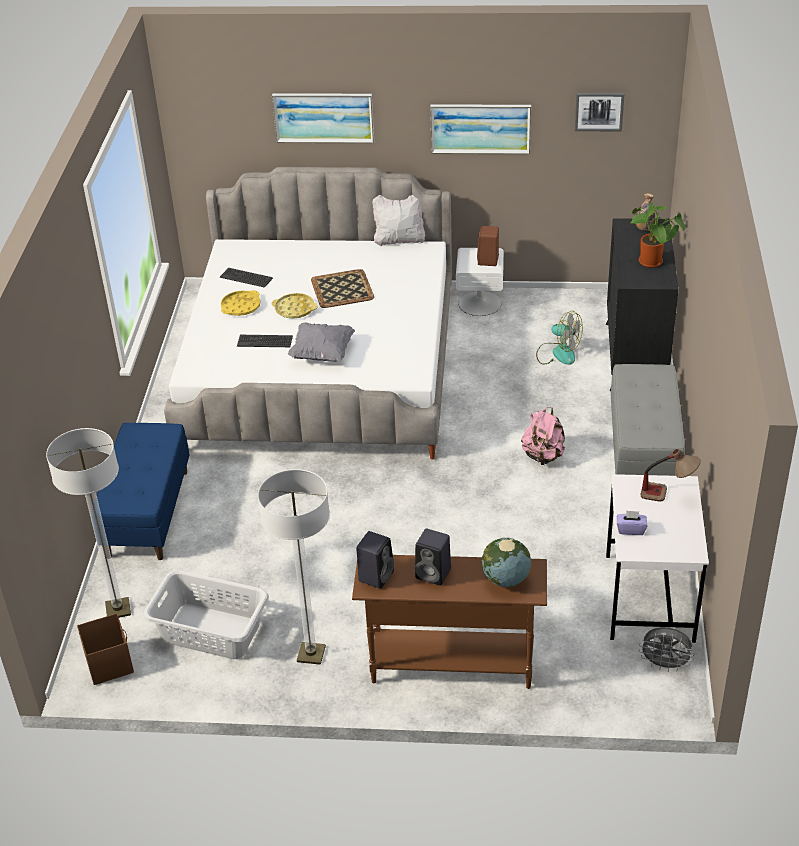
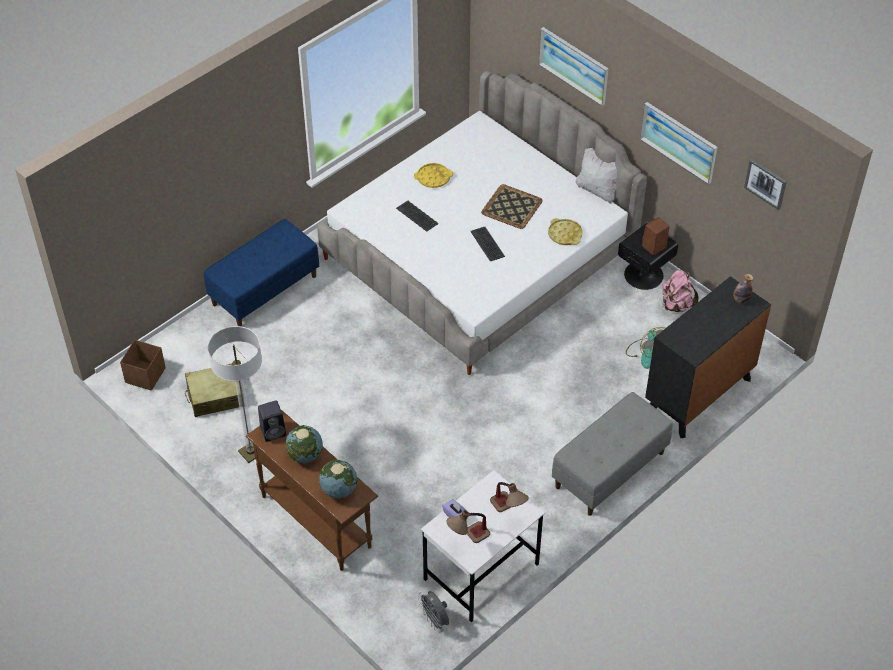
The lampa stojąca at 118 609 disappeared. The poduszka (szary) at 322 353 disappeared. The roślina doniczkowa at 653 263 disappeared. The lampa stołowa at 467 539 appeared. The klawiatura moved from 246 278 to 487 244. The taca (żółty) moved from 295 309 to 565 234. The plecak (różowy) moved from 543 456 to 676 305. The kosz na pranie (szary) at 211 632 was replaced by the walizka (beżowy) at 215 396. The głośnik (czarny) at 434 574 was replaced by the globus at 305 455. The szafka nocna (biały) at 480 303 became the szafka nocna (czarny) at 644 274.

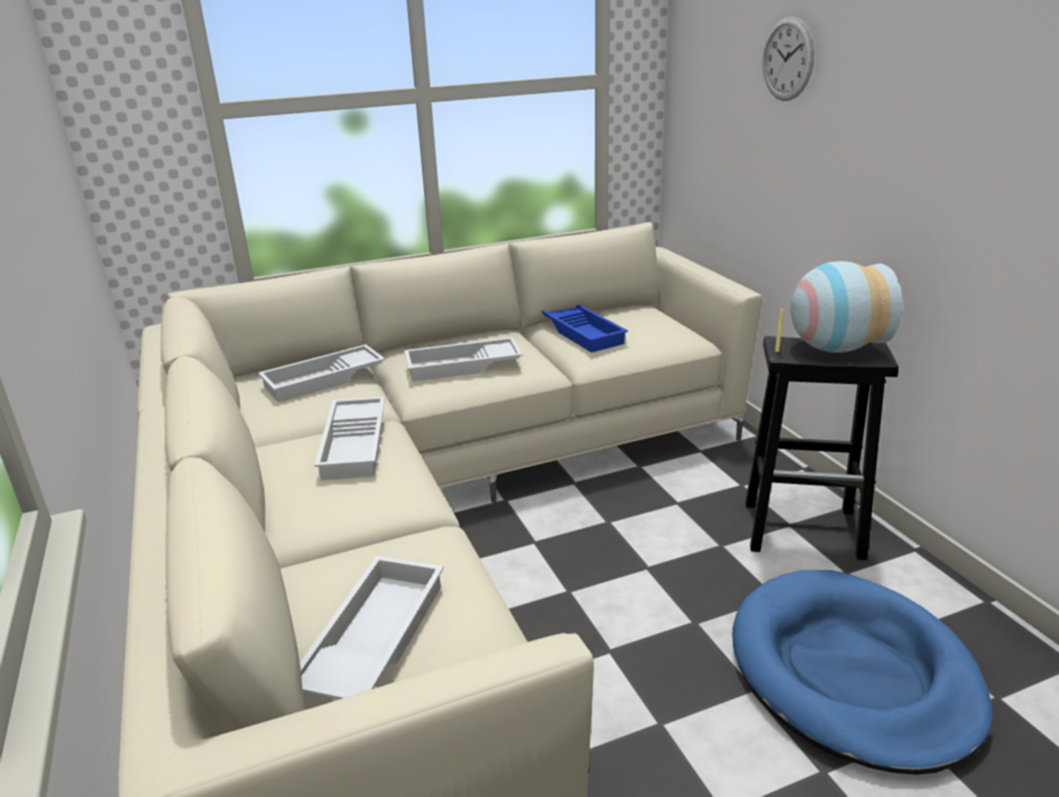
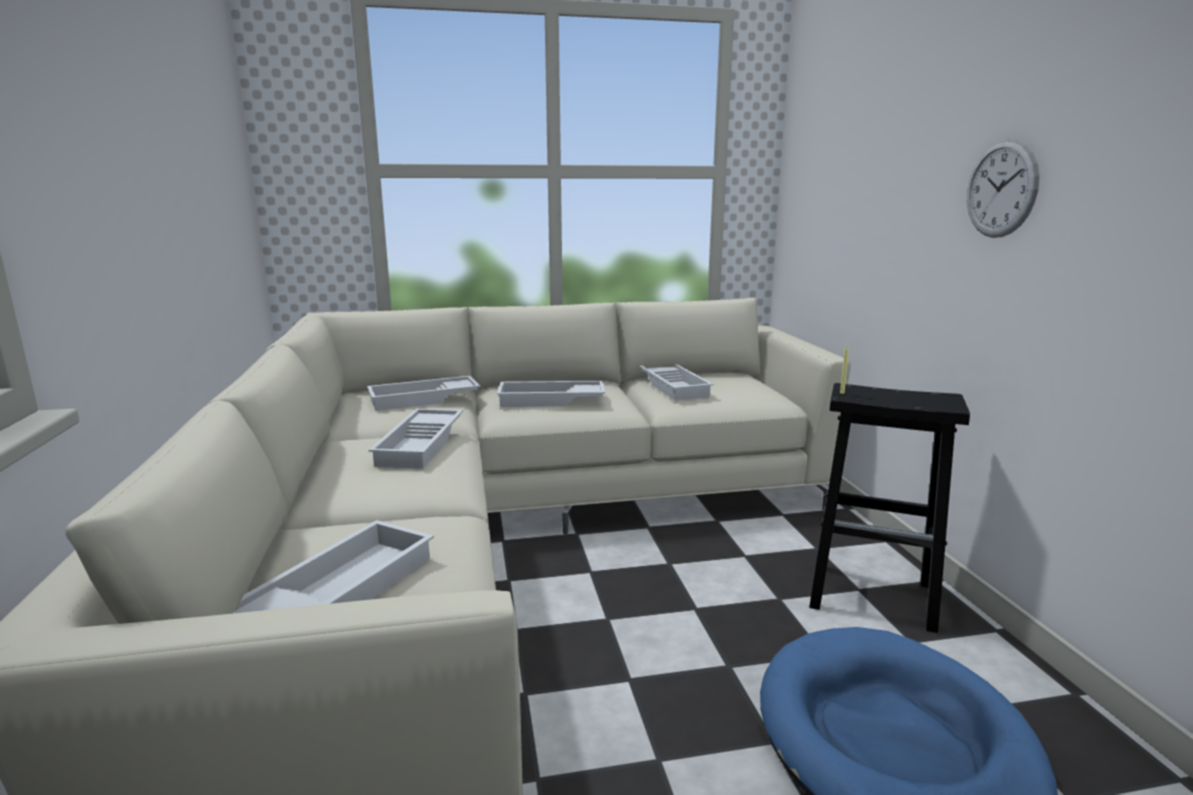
The wazon at 833 348 disappeared. The zegar ścienny moved from 787 59 to 1001 189. The taca (niebieski) at 582 332 became the taca (biały) at 674 386.

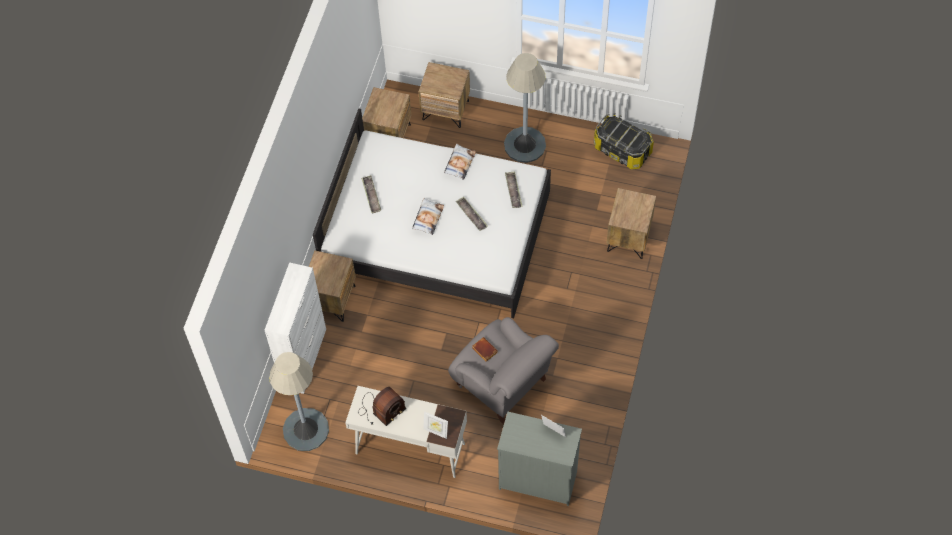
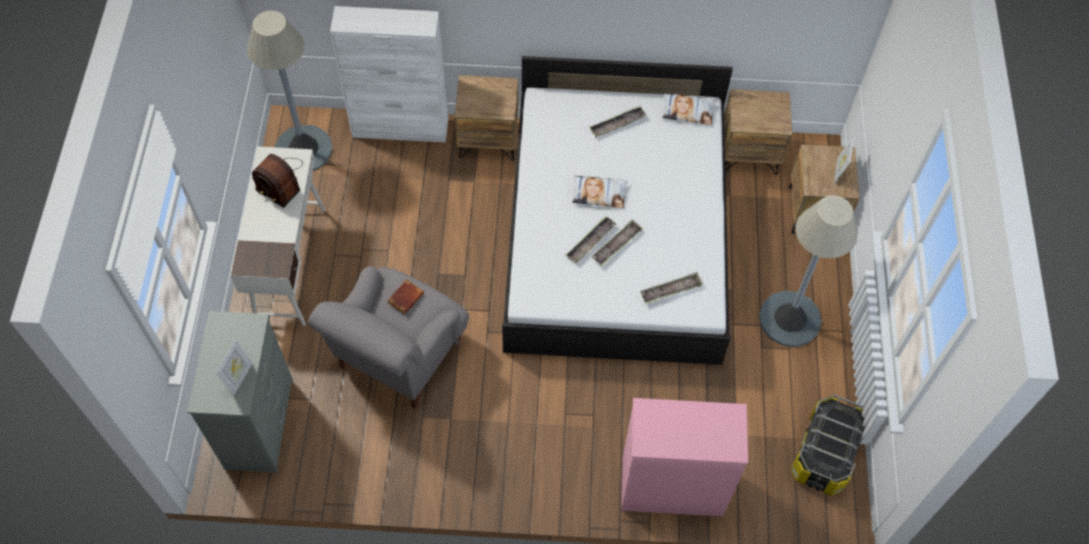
The taca at 590 242 appeared. The ramka na zdjęcie moved from 436 431 to 839 171. The poduszka moved from 459 163 to 688 111. The szafka nocna (brązowy) at 629 238 was replaced by the komoda (różowy) at 671 486.

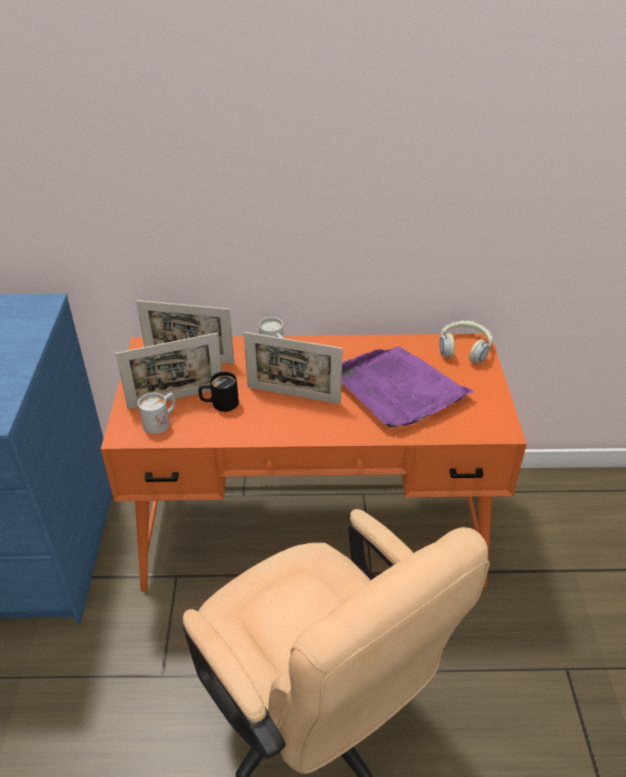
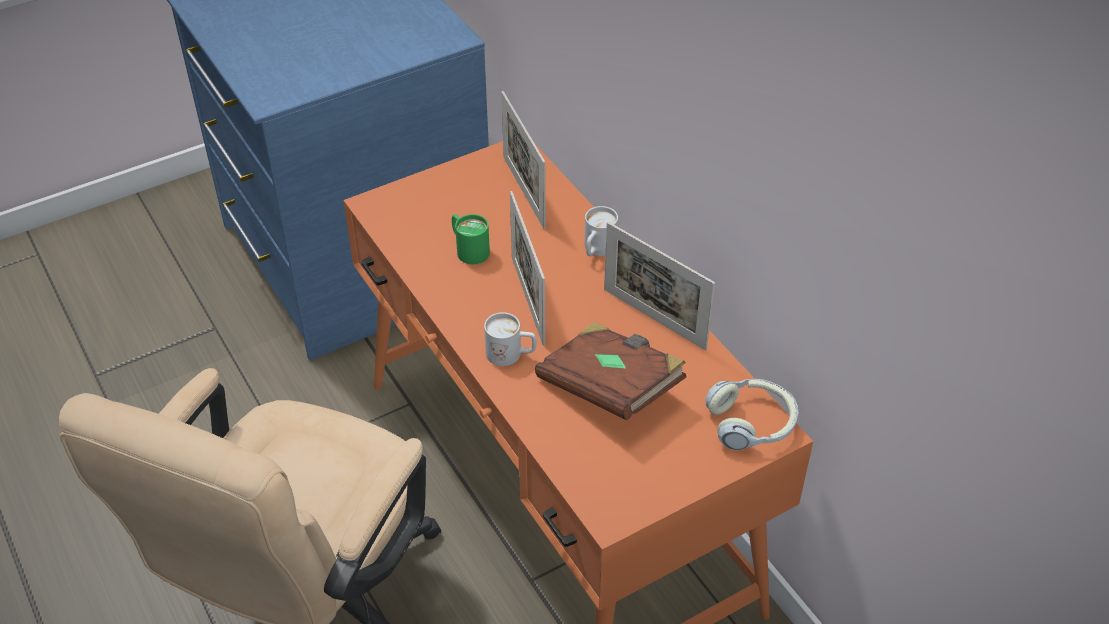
The ramka na zdjęcie moved from 176 398 to 654 319. The kubek (biały) moved from 161 421 to 511 354. The taca (fioletowy) at 398 389 was replaced by the książka (brązowy) at 610 388. The kubek (czarny) at 219 404 became the kubek (zielony) at 468 249.

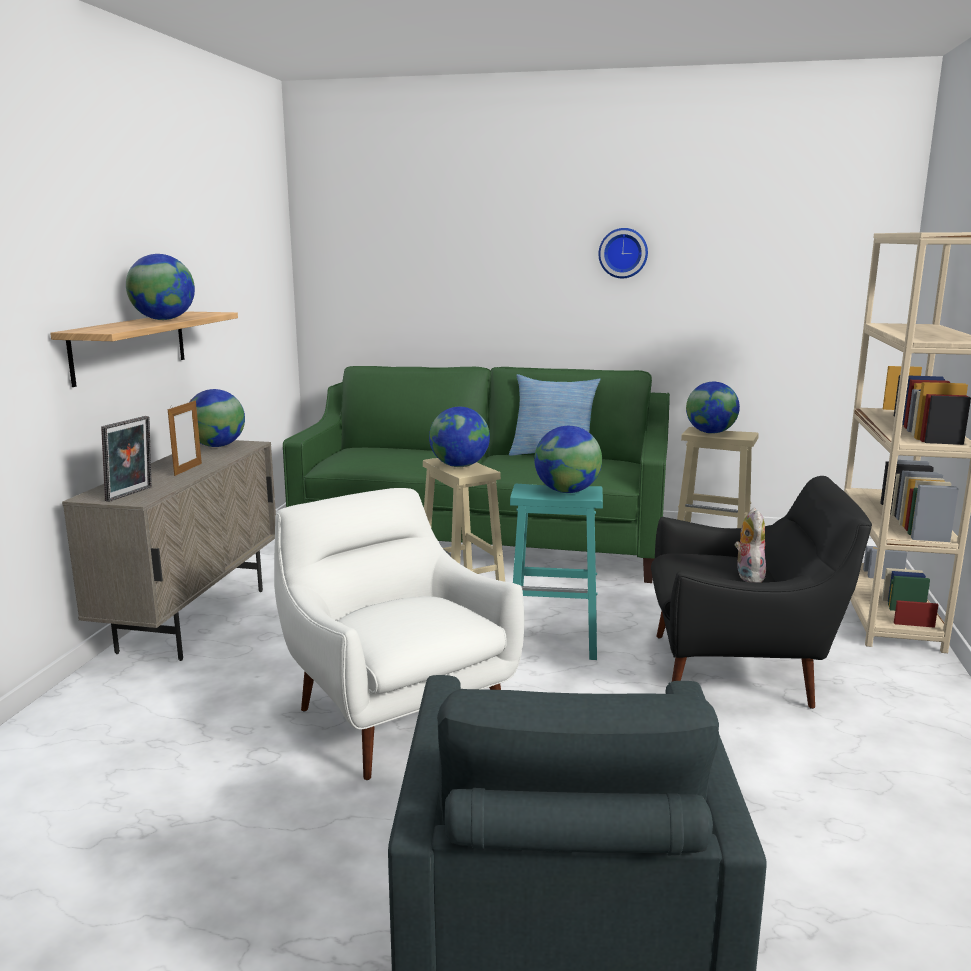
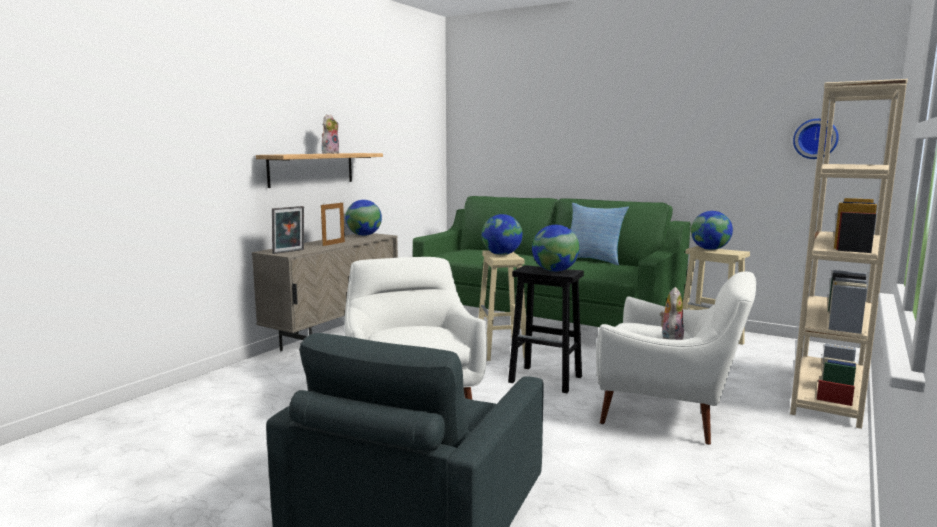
The zegar ścienny moved from 623 253 to 815 139. The globus at 163 320 was replaced by the pluszak at 330 153. The stołek (turkusowy) at 555 642 became the stołek (czarny) at 546 379. The fotel (czarny) at 740 670 became the fotel (biały) at 670 414.

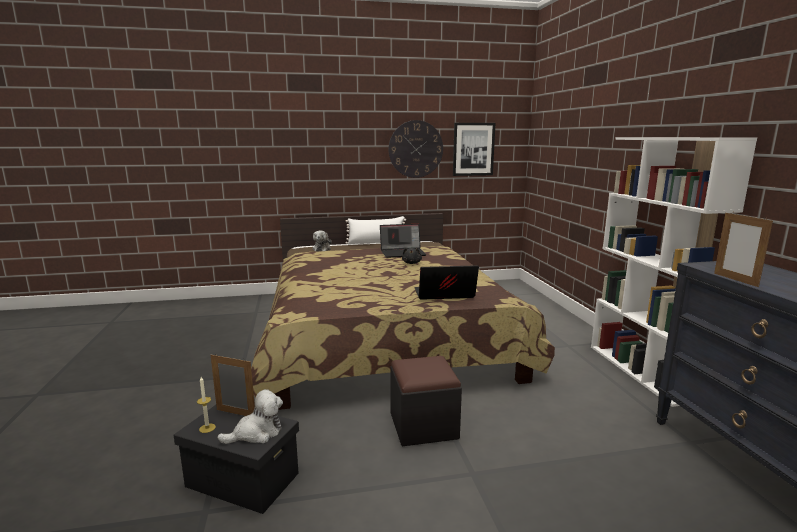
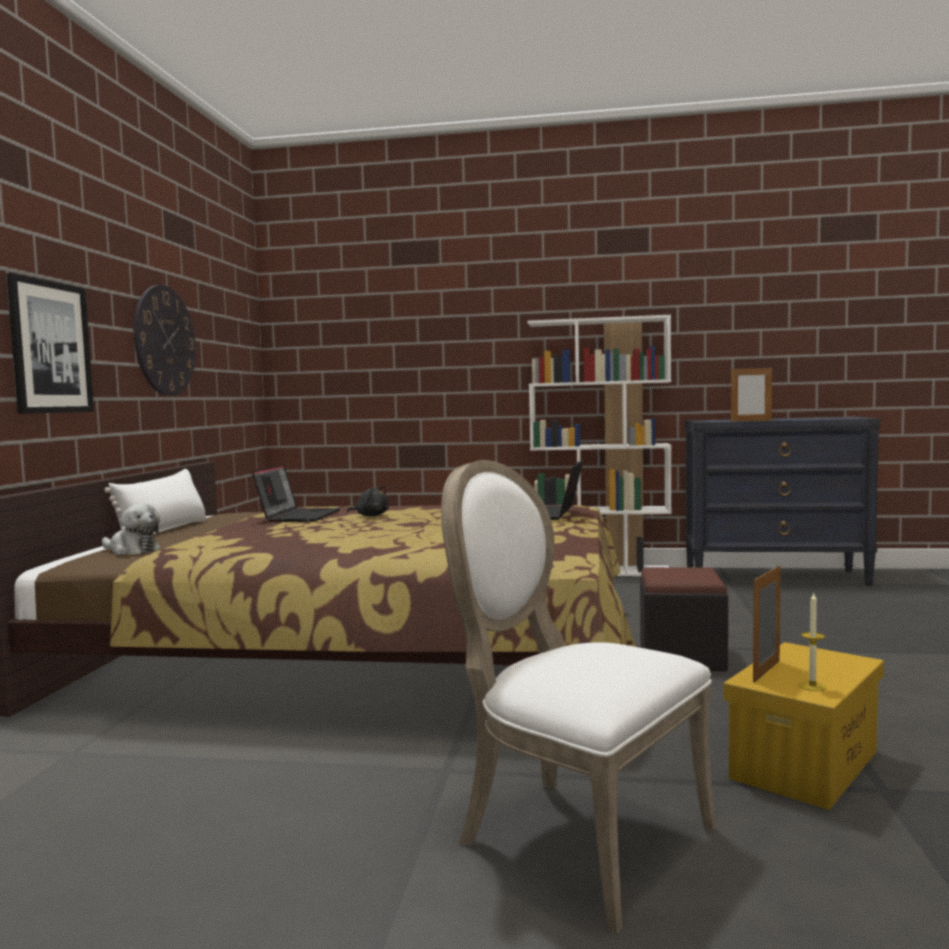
The pluszak at 256 433 disappeared. The krzesło (biały) at 573 836 appeared. The obraz moved from 473 149 to 50 347. The pojemnik do przechowywania (czarny) at 241 480 became the pojemnik do przechowywania (żółty) at 805 765.

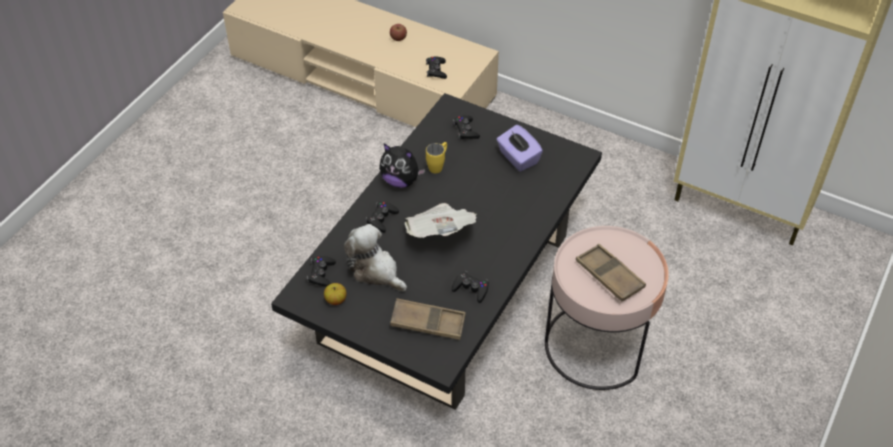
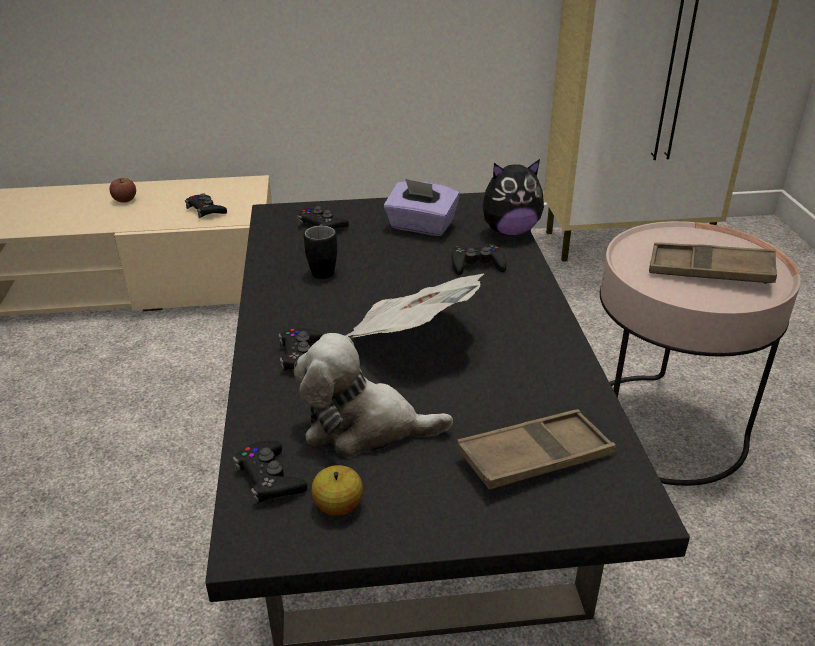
The pluszak moved from 400 181 to 510 231. The pad do gier (czarny) moved from 471 289 to 477 265. The kubek (żółty) at 438 166 became the kubek (czarny) at 323 269.

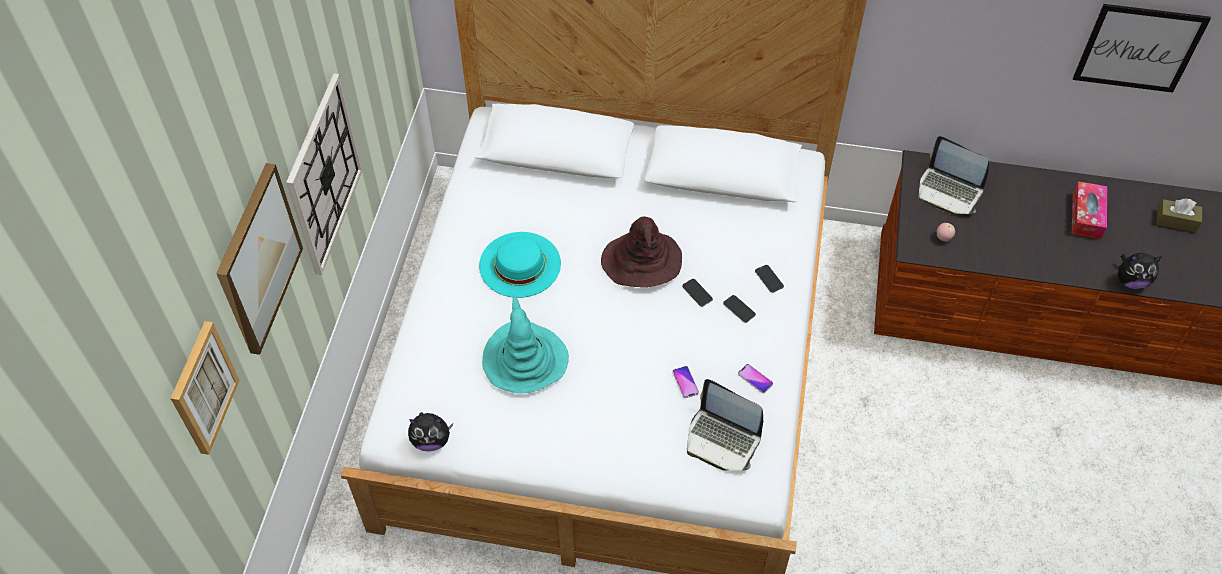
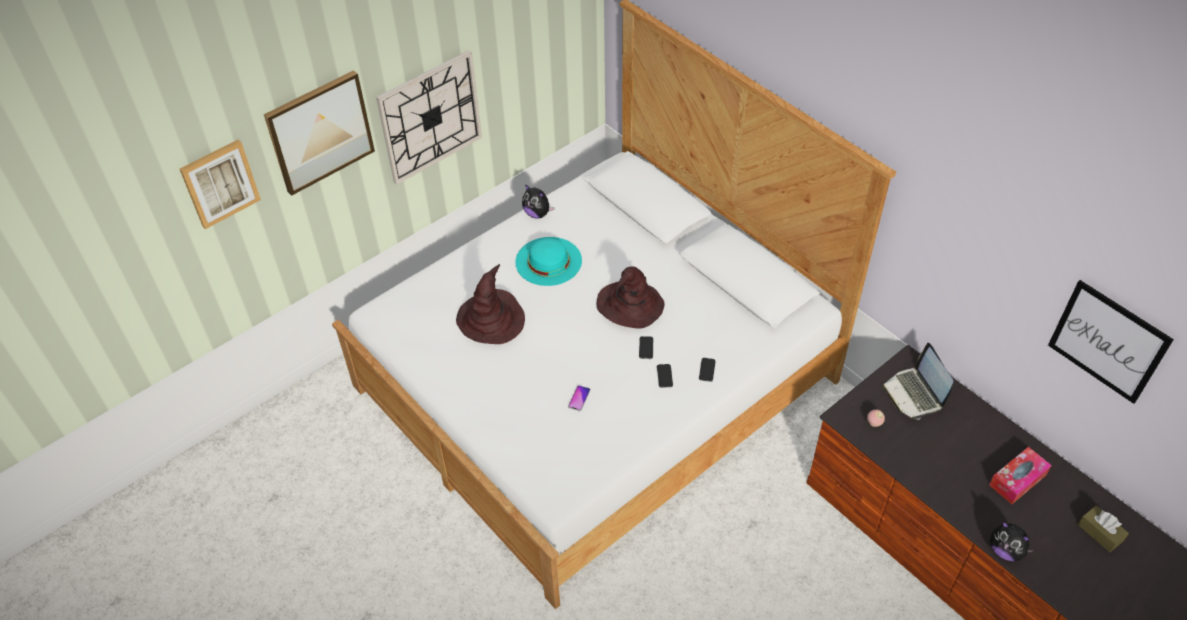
The laptop at 722 439 disappeared. The telefon at 755 379 disappeared. The pluszak moved from 431 441 to 537 214. The kapelusz (turkusowy) at 524 359 became the kapelusz (brązowy) at 491 319.

